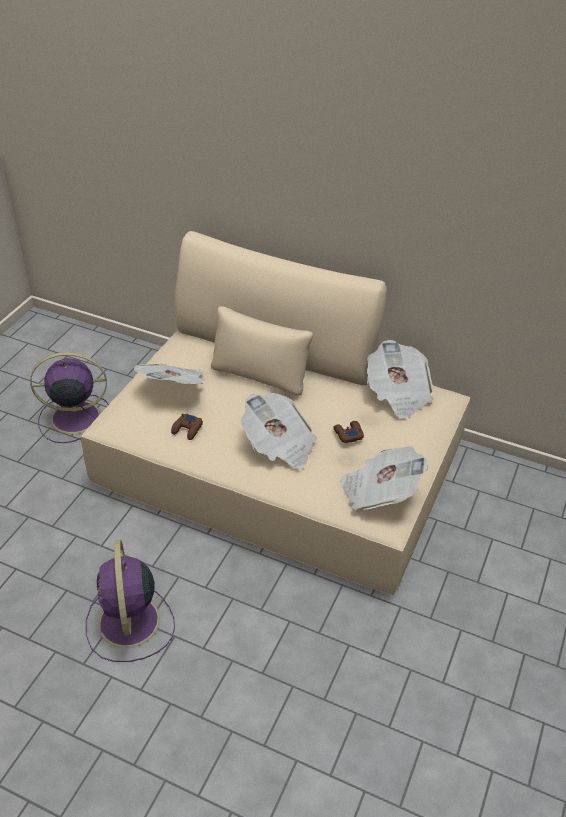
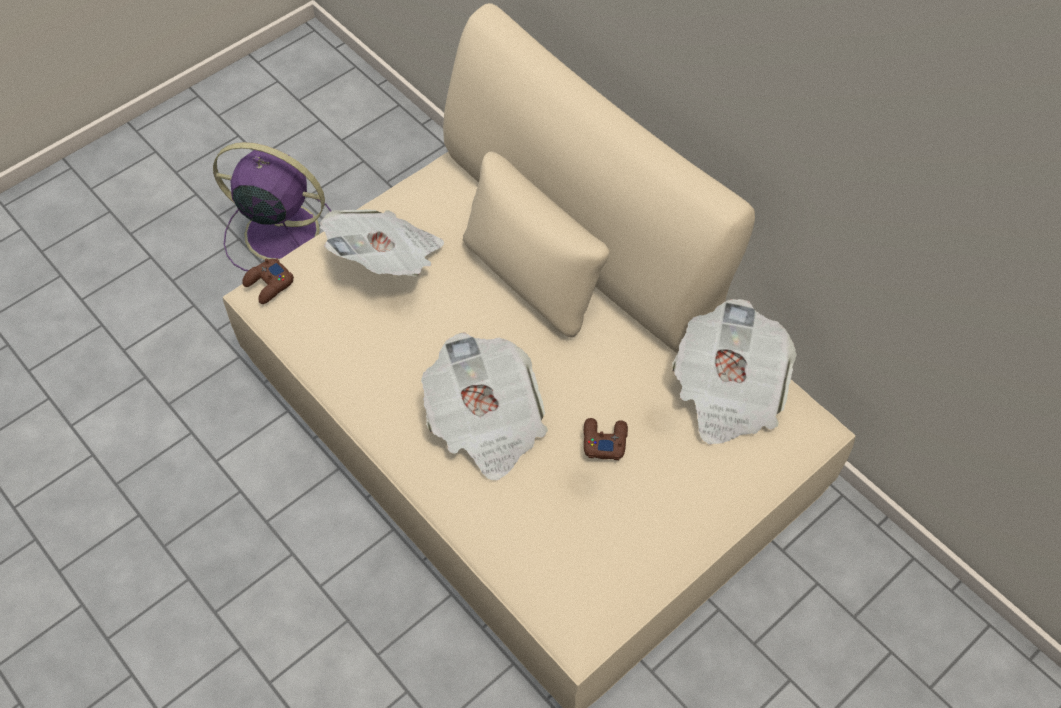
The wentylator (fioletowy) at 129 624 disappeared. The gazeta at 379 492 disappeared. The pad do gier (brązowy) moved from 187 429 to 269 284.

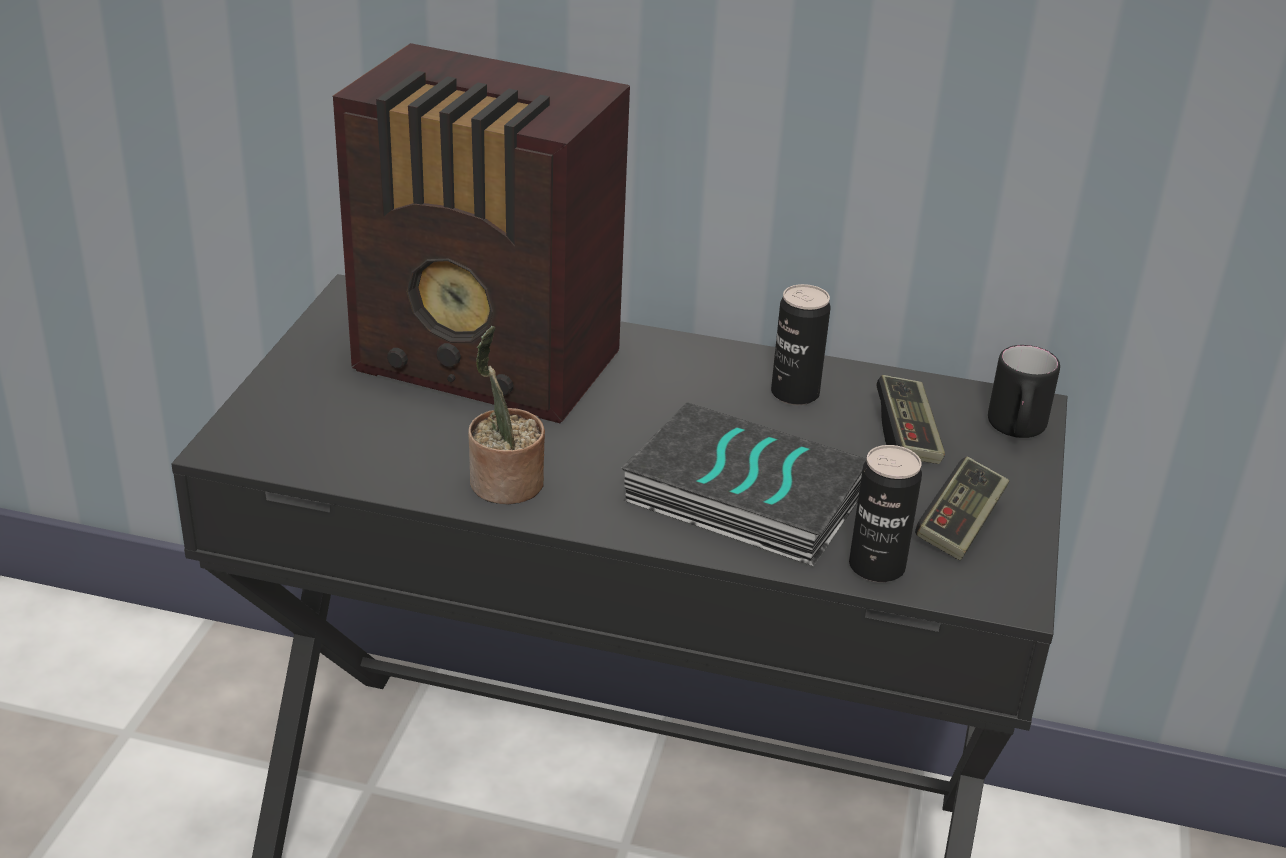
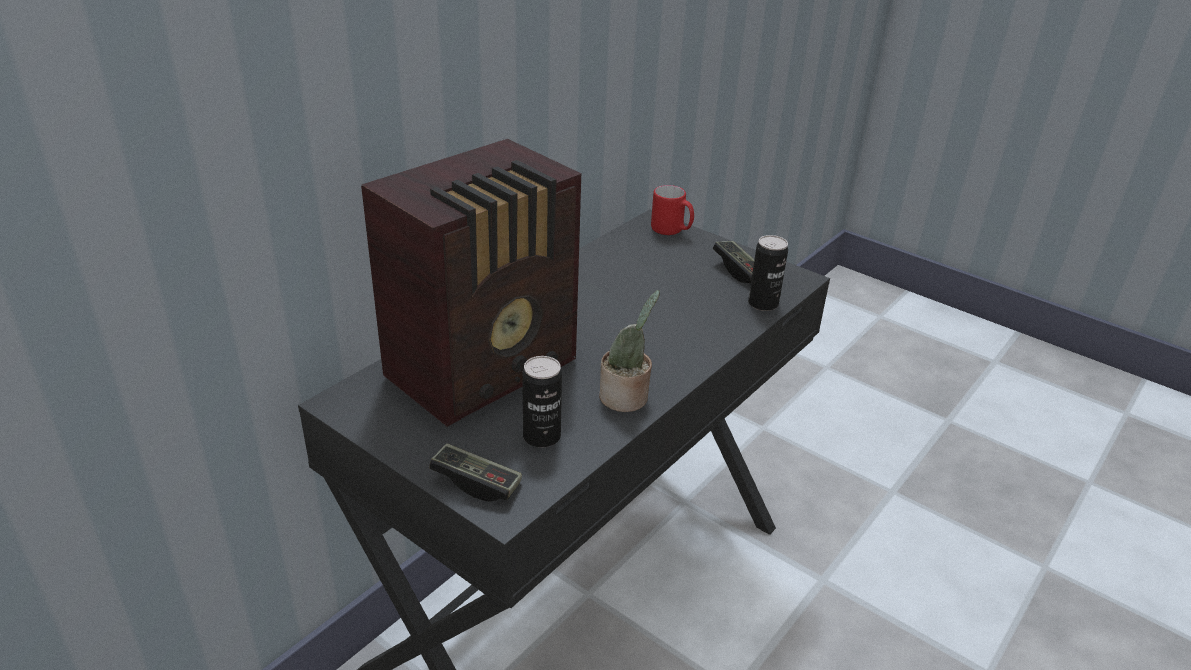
The książka at 740 498 disappeared. The puszka moved from 795 394 to 541 436. The pad do gier moved from 907 435 to 476 483. The kubek (czarny) at 1016 431 became the kubek (czerwony) at 671 231.

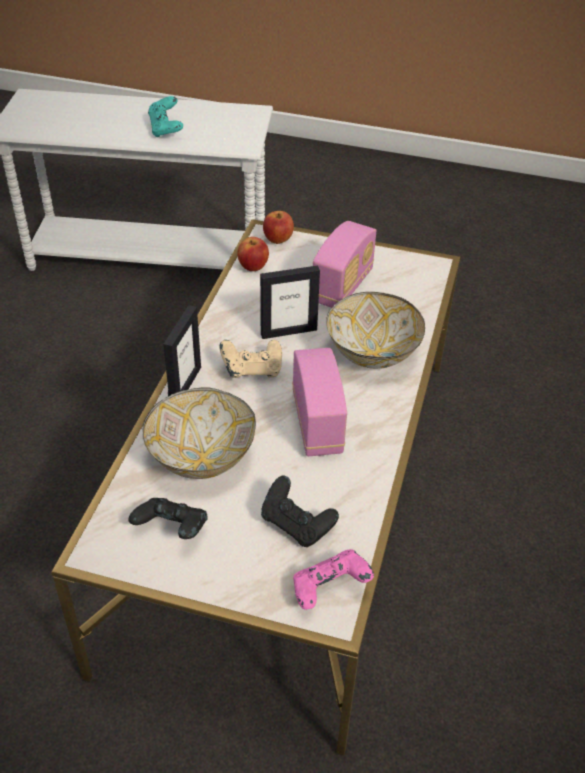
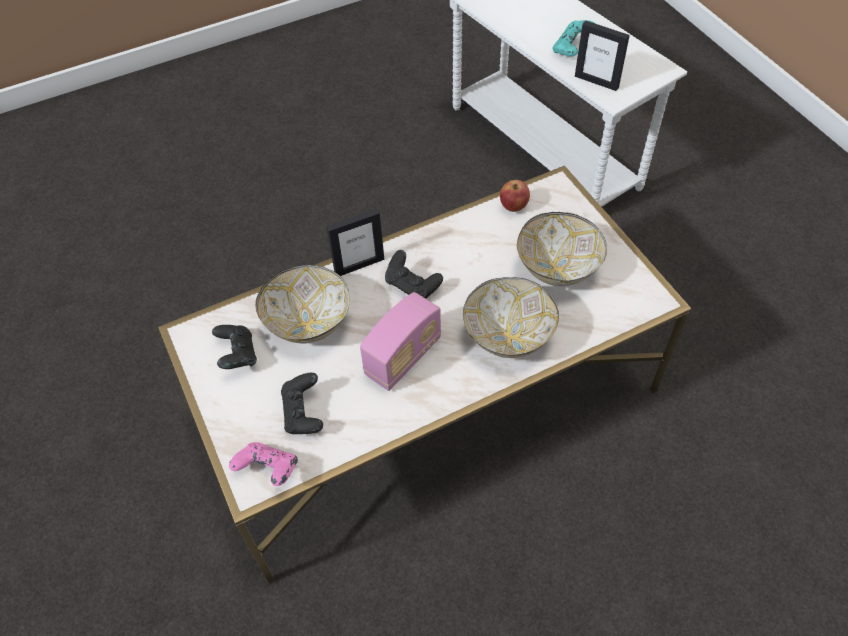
The jabłko at 278 240 disappeared. The ramka na zdjęcie moved from 288 331 to 596 81. The radio at 342 287 was replaced by the miska at 557 267. The pad do gier (beżowy) at 252 370 became the pad do gier (czarny) at 412 286.

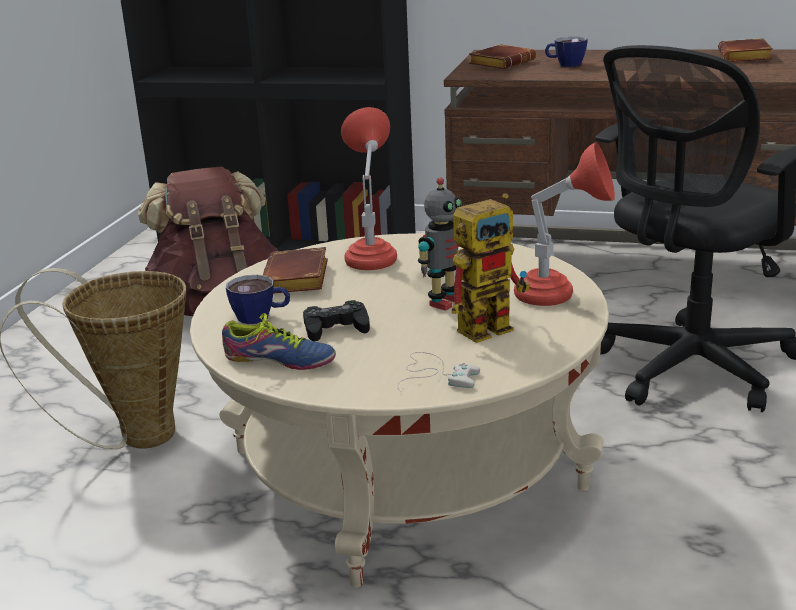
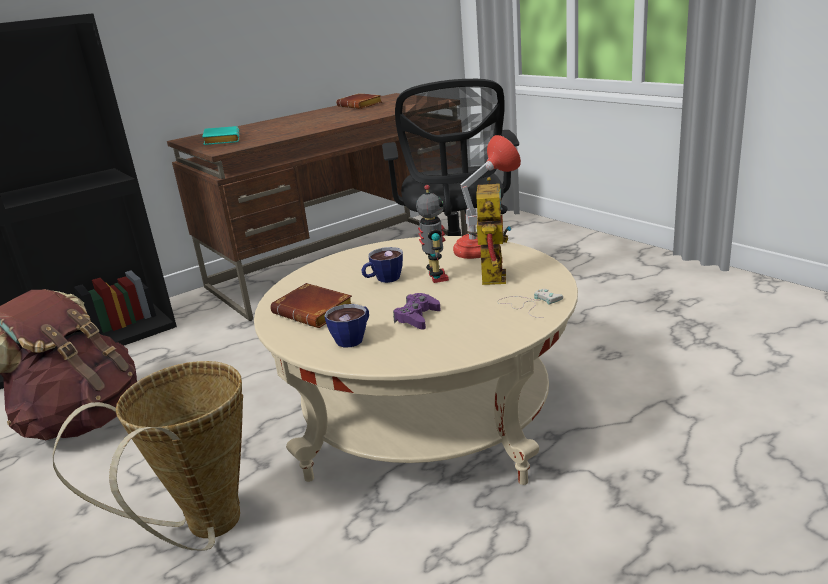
The but at 279 362 disappeared. The lampa stołowa (czerwony) at 371 255 disappeared. The filiżanka moved from 565 64 to 383 280. The pad do gier (czarny) at 336 328 became the pad do gier (fioletowy) at 417 317. The książka (brązowy) at 501 63 became the książka (turkusowy) at 220 140.

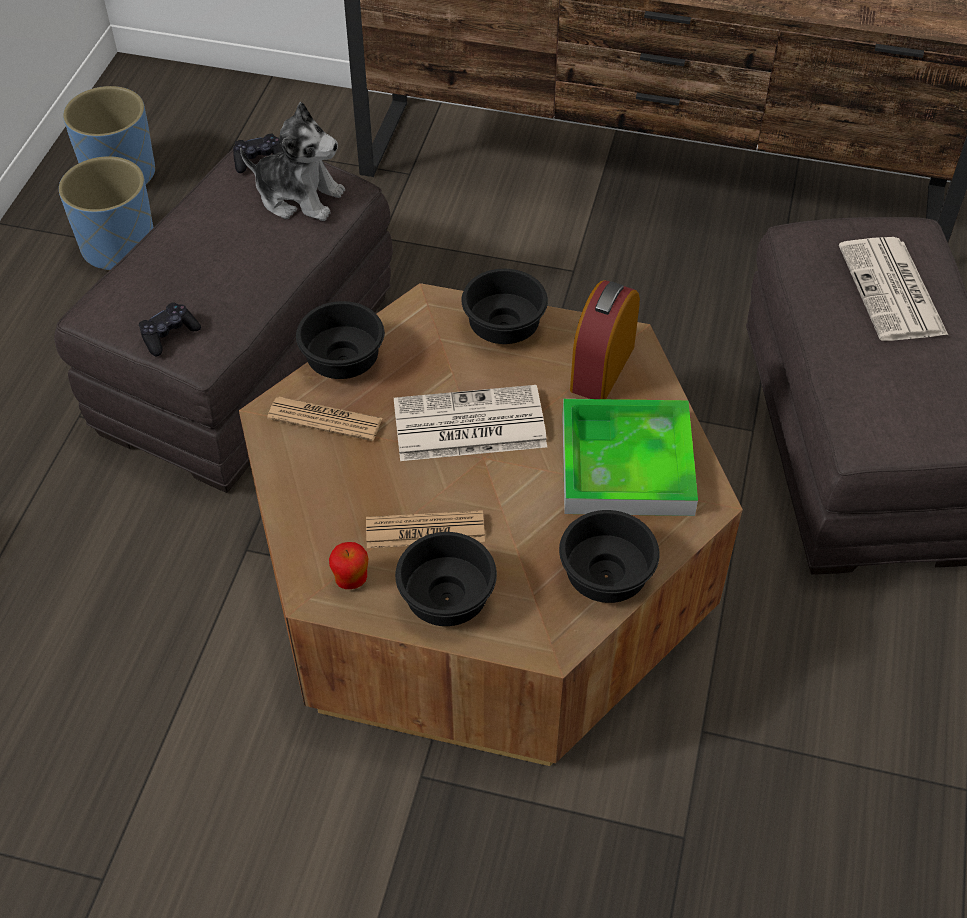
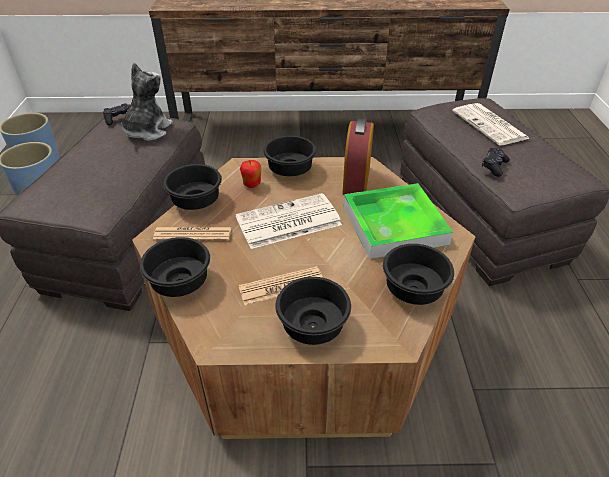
The miska (czarny) at 182 283 appeared. The pad do gier (czarny) moved from 169 335 to 494 166. The jabłko moved from 351 580 to 252 185. The pluszak at 299 197 turned 75 degrees counterclockwise.

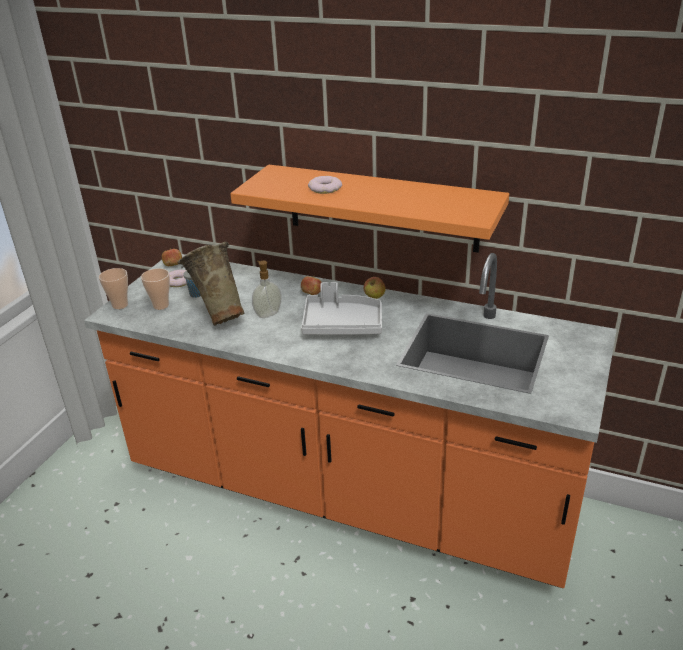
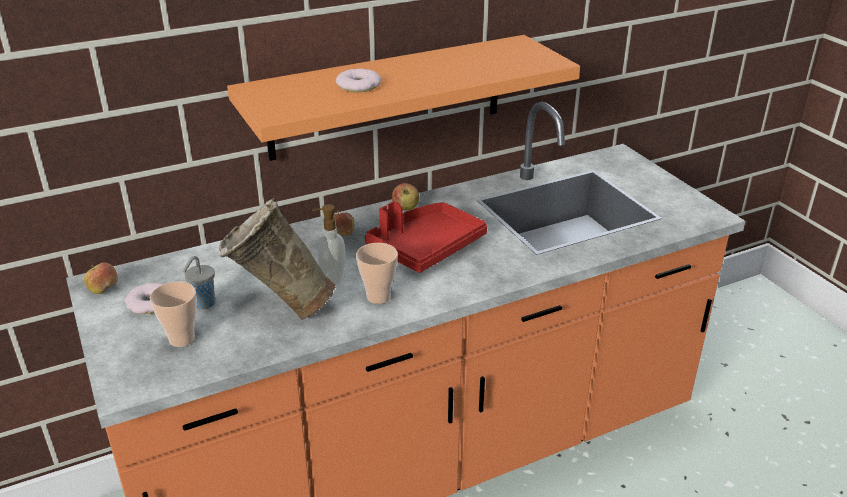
The filiżanka moved from 120 305 to 378 297. The taca (szary) at 342 324 became the taca (czerwony) at 425 247.

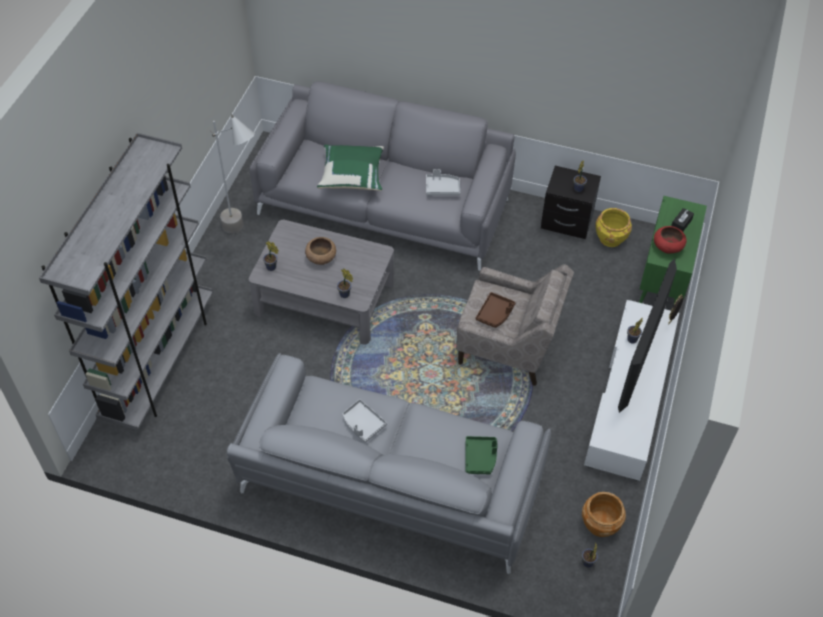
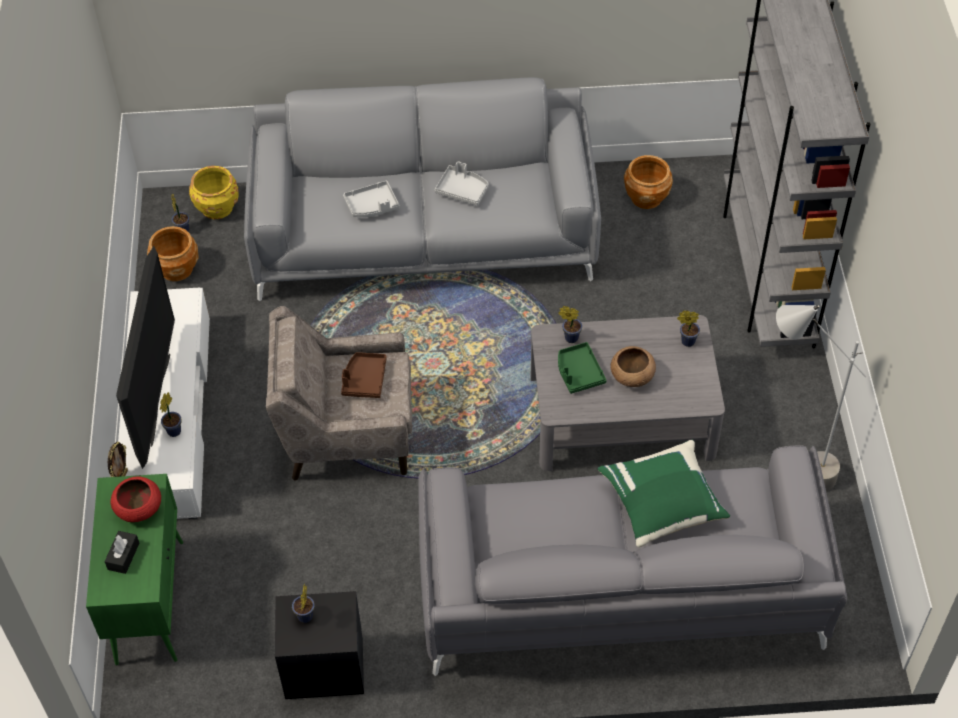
The donica (brązowy) at 646 197 appeared. The taca (szary) moved from 442 188 to 372 206. The taca (zielony) moved from 480 458 to 578 373. The donica (żółty) moved from 610 238 to 217 207.

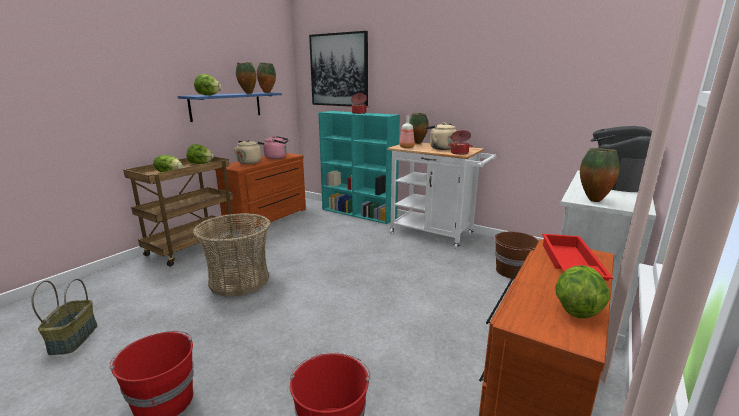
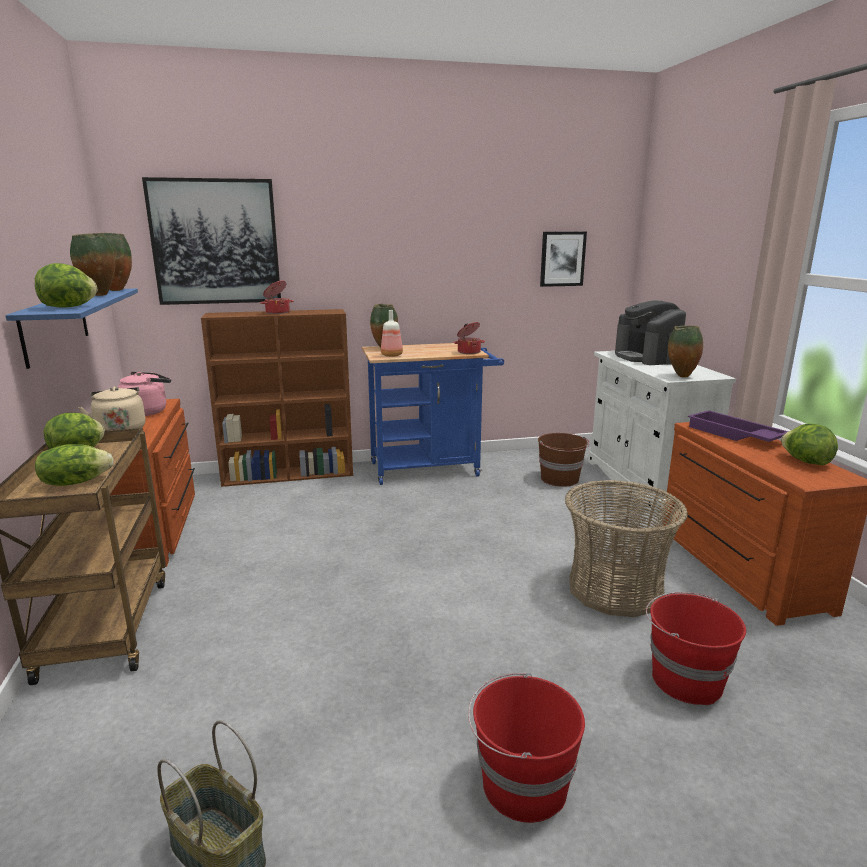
The czajnik (beżowy) at 440 148 disappeared. The obraz at 562 259 appeared. The koszyk moved from 239 281 to 615 589. The regał (turkusowy) at 359 213 became the regał (brązowy) at 290 474. The wózek (biały) at 436 234 became the wózek (niebieski) at 431 468. The taca (czerwony) at 569 264 became the taca (fioletowy) at 733 435.

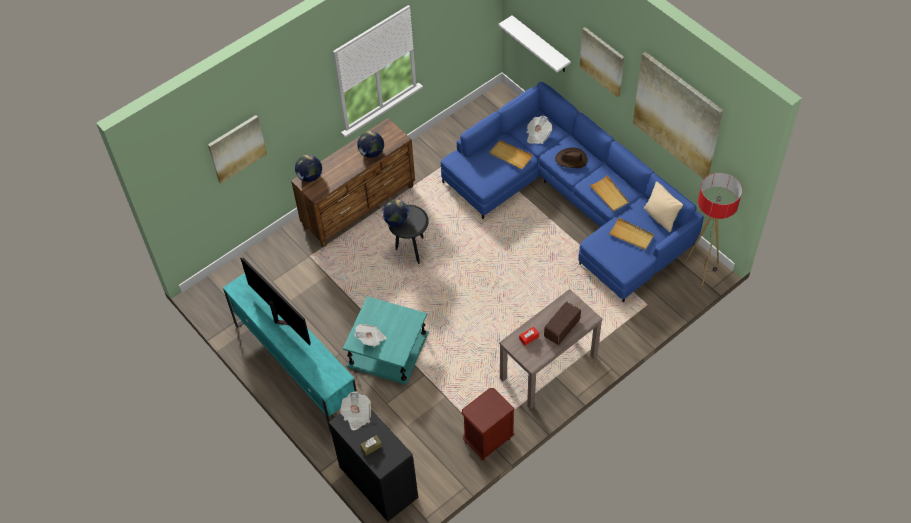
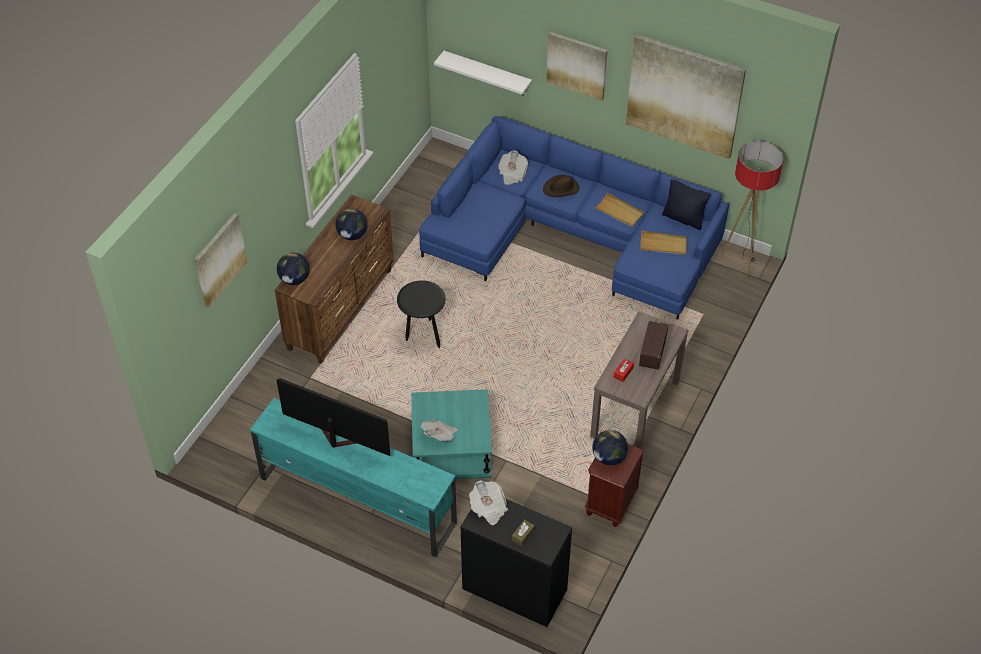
The taca (beżowy) at 510 155 disappeared. The globus moved from 396 221 to 609 457. The poduszka (beżowy) at 660 217 became the poduszka (czarny) at 683 219.

